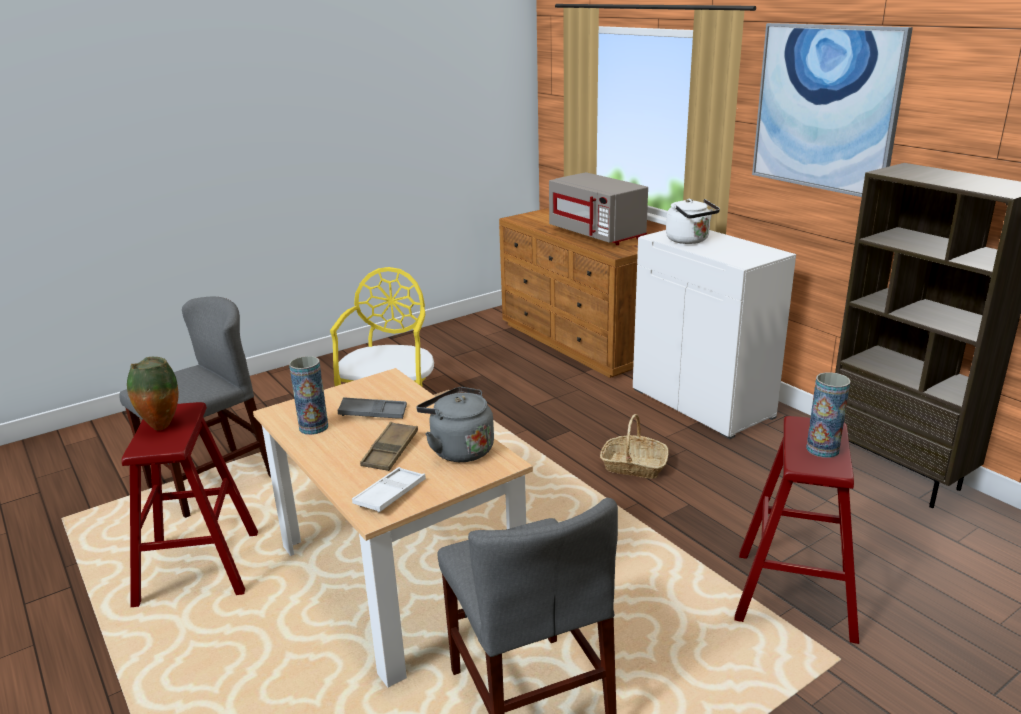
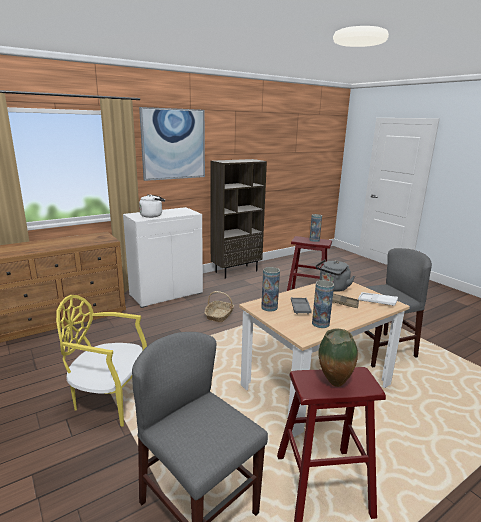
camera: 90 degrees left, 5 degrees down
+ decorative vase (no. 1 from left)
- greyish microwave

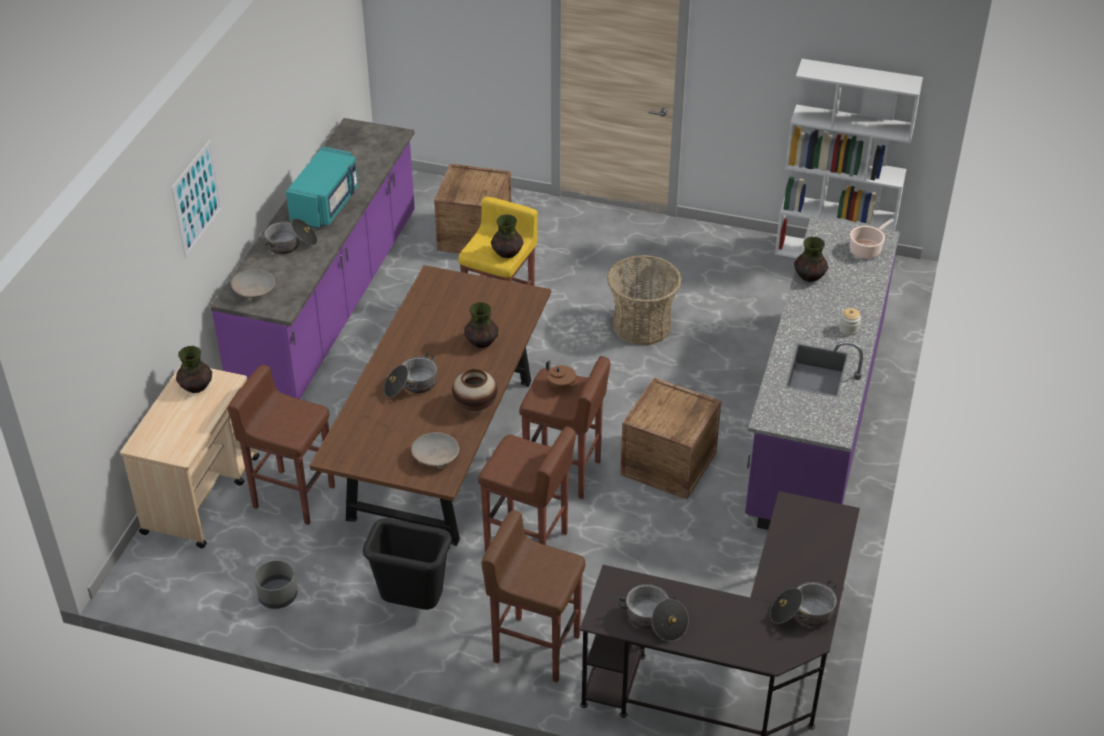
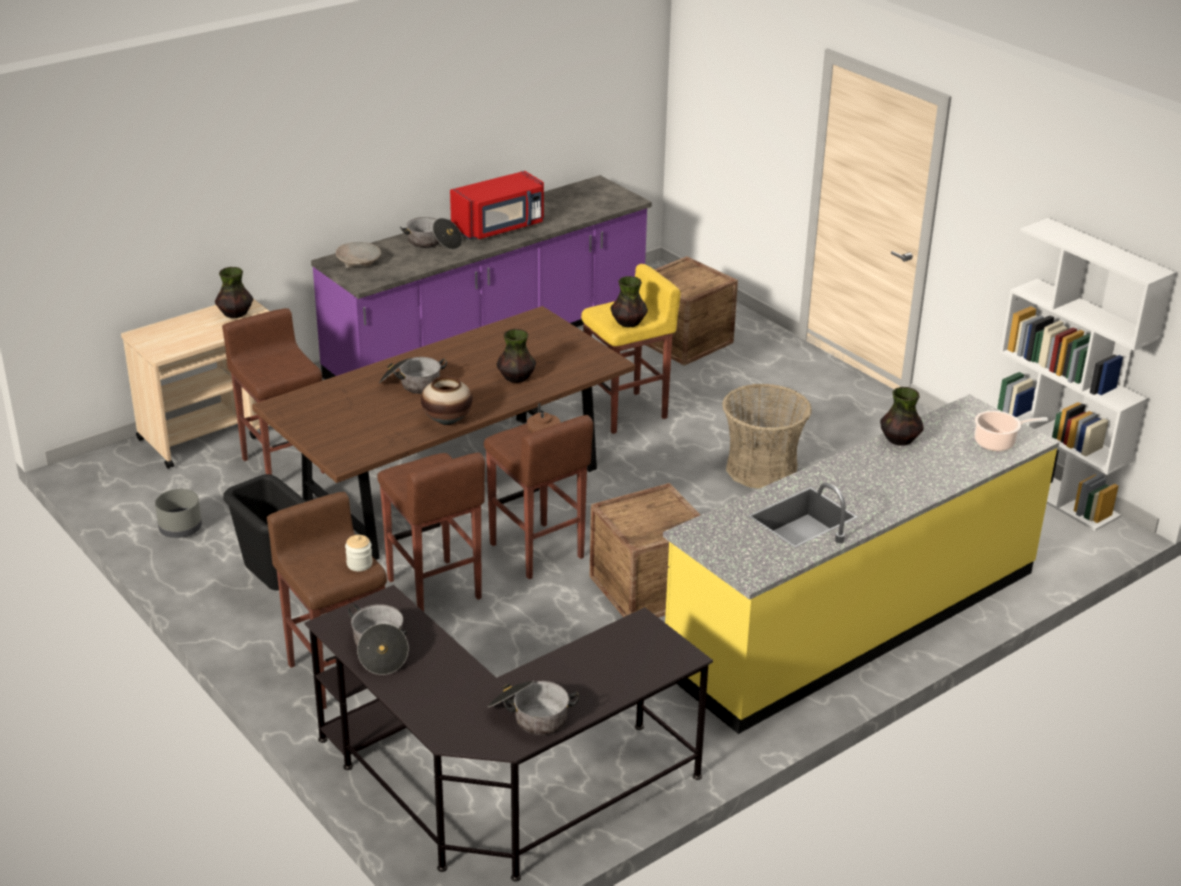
camera: 35 degrees right, 10 degrees down
~ preserve jar
~ turquoise-coloured microwave to red-coloured microwave
~ purple-coloured counter (no. 2 from left) to yellow counter
- wall picture
- sand-coloured serving bowl (no. 2 from left)

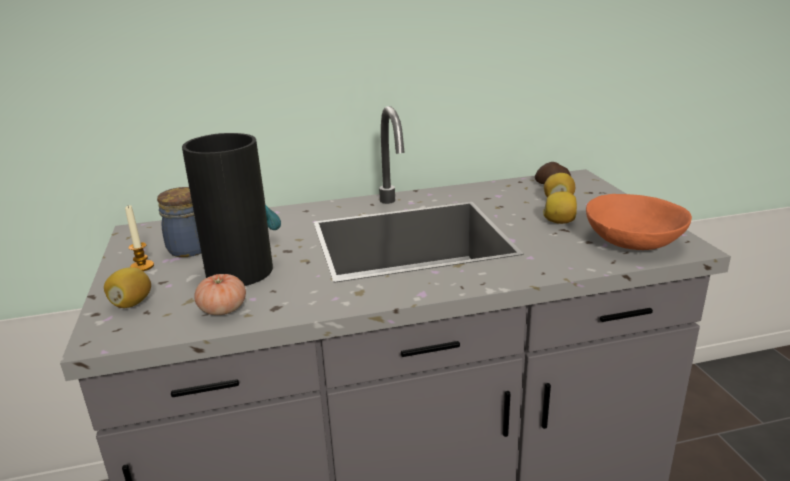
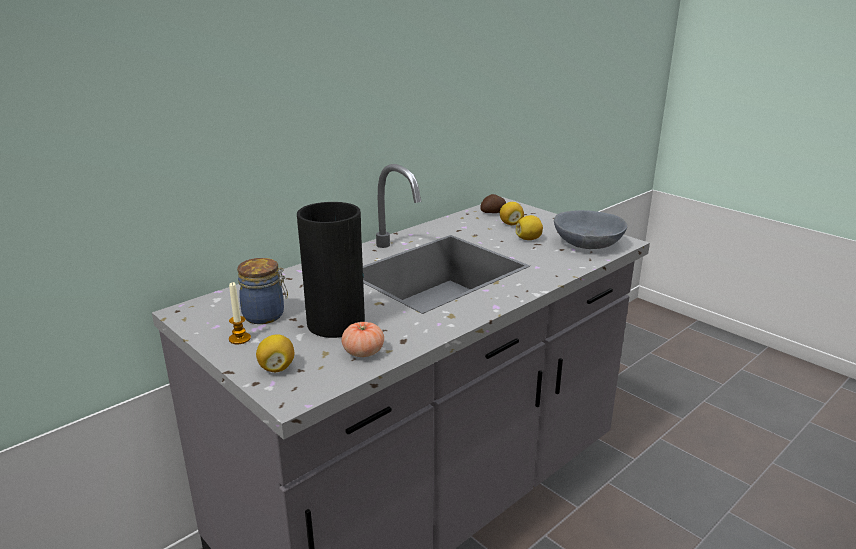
camera: 30 degrees left, 0 degrees up
~ orange-coloured serving bowl to greyish serving bowl

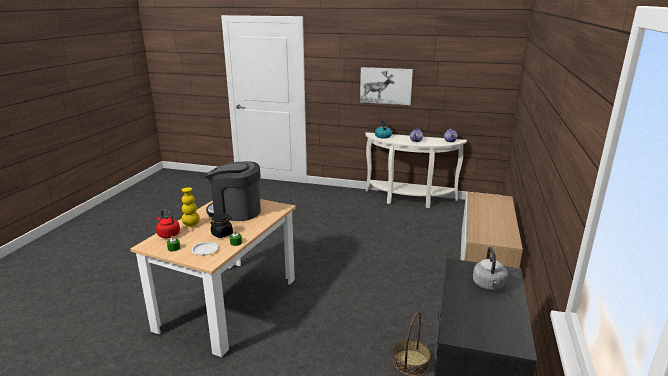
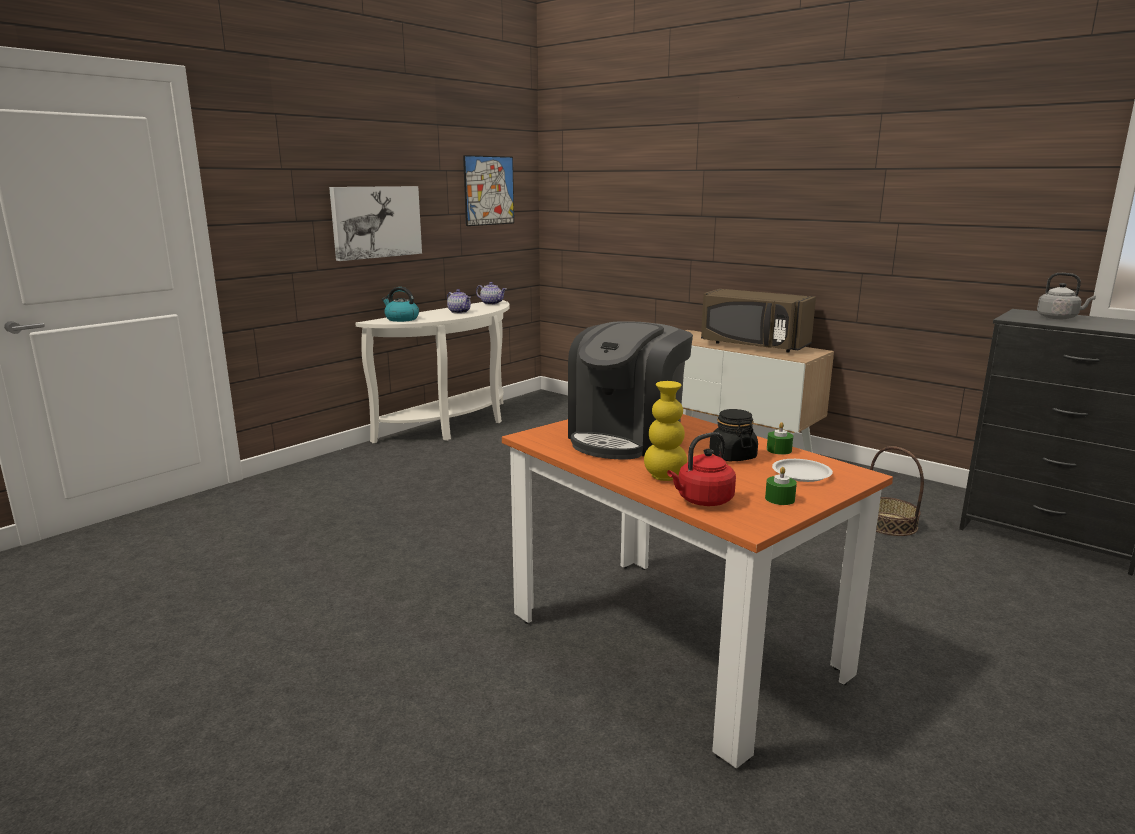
camera: 65 degrees left, 5 degrees down
+ wall picture (no. 2 from left)
~ sand-coloured dinner table to orange-coloured dinner table
+ brown microwave

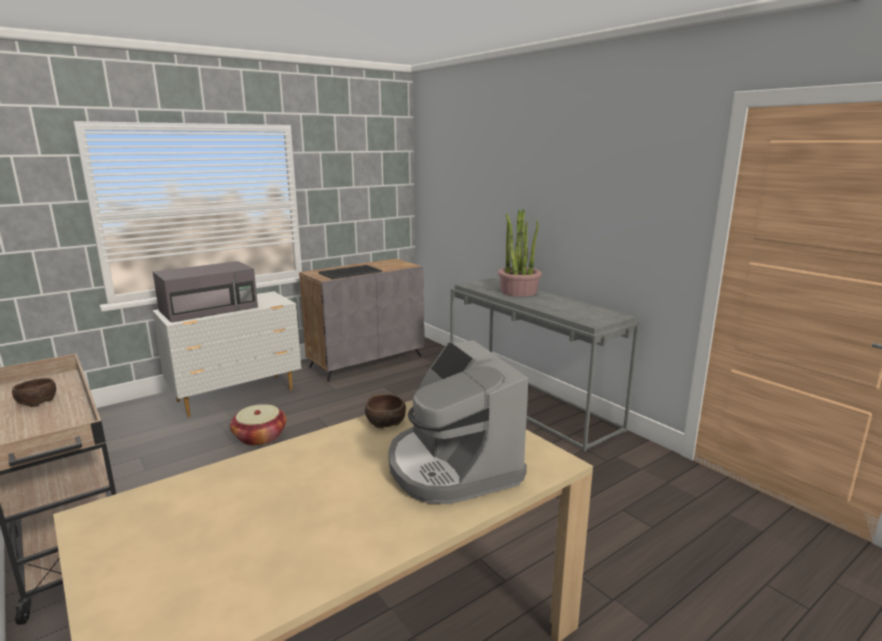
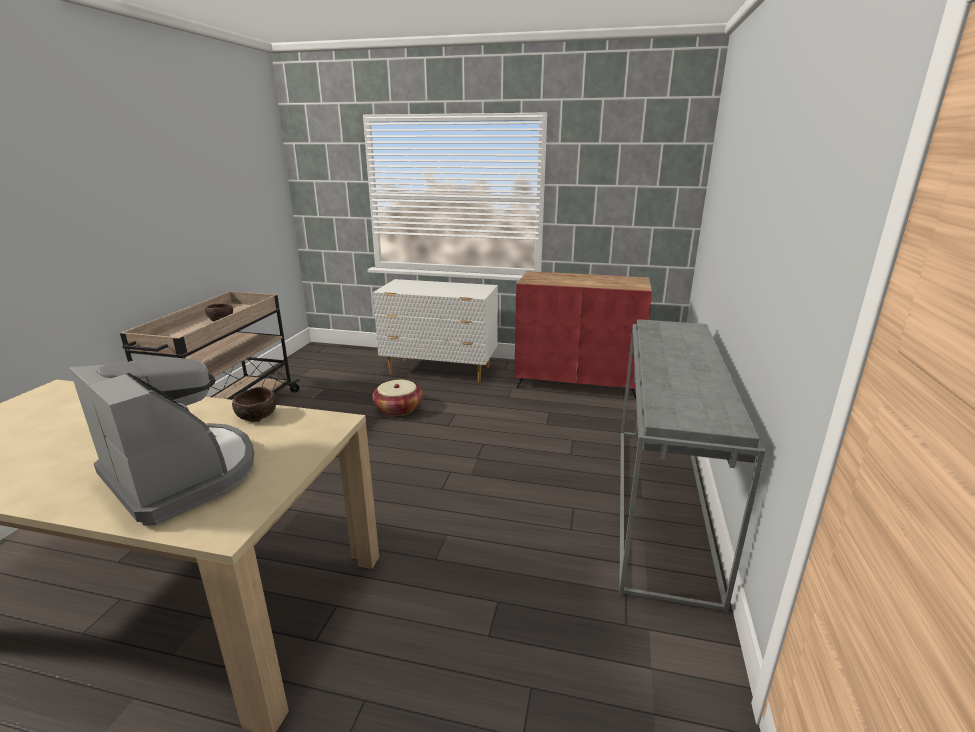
camera: 50 degrees right, 5 degrees up
~ coffee brewer 105 degrees clockwise
~ greyish cupboard to red-coloured cupboard
- greyish microwave
- carrying tray
- houseplant

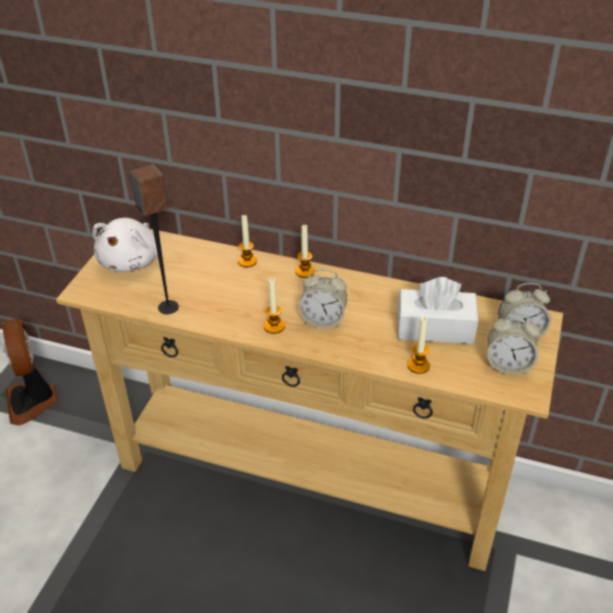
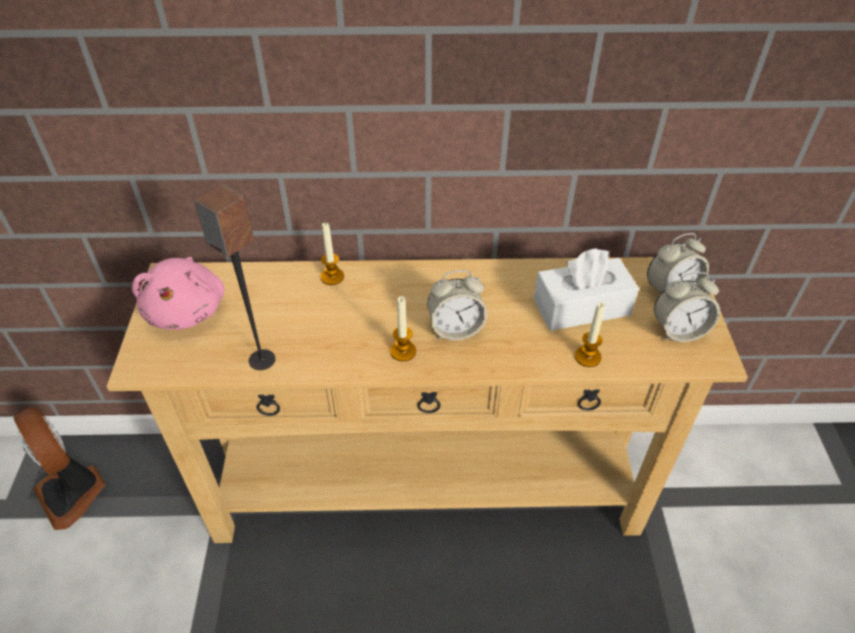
camera: 20 degrees left, 5 degrees up
~ white plush toy to pinkish plush toy
- candle (no. 3 from left)

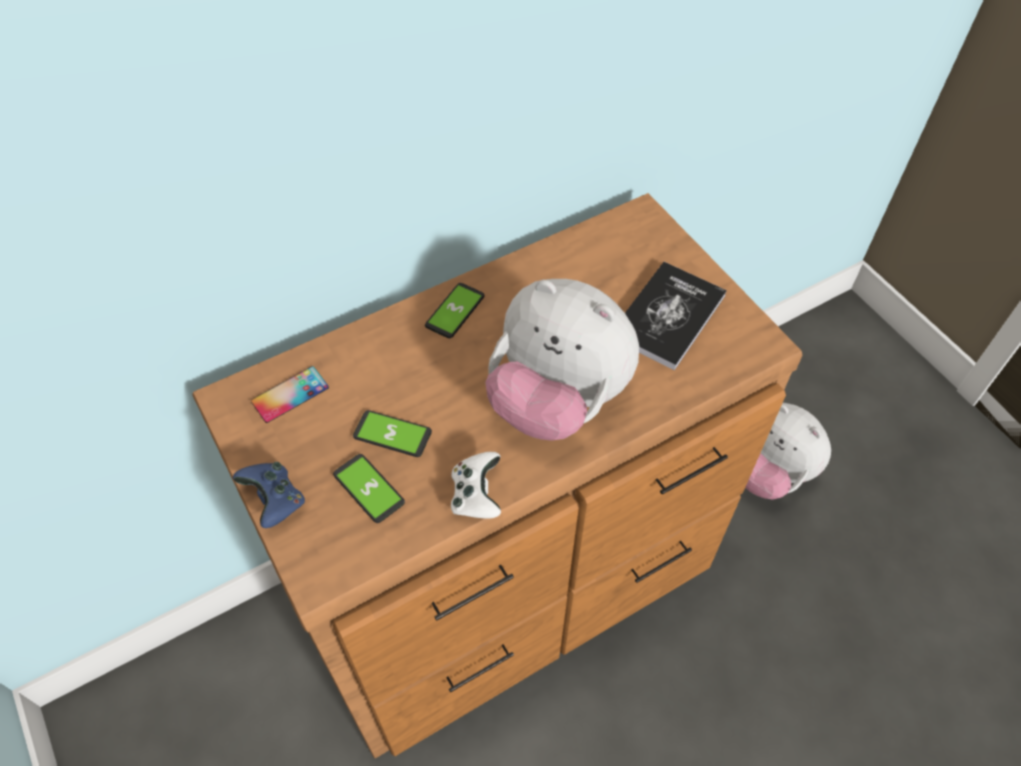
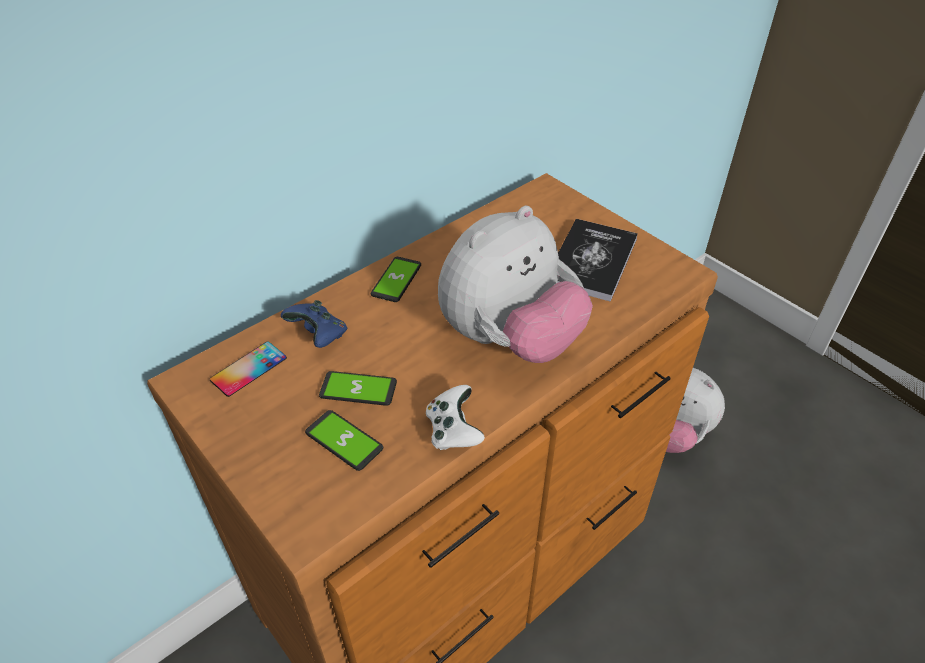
camera: 10 degrees left, 10 degrees down
~ bluish joypad
~ plush toy (no. 1 from left) 60 degrees counterclockwise

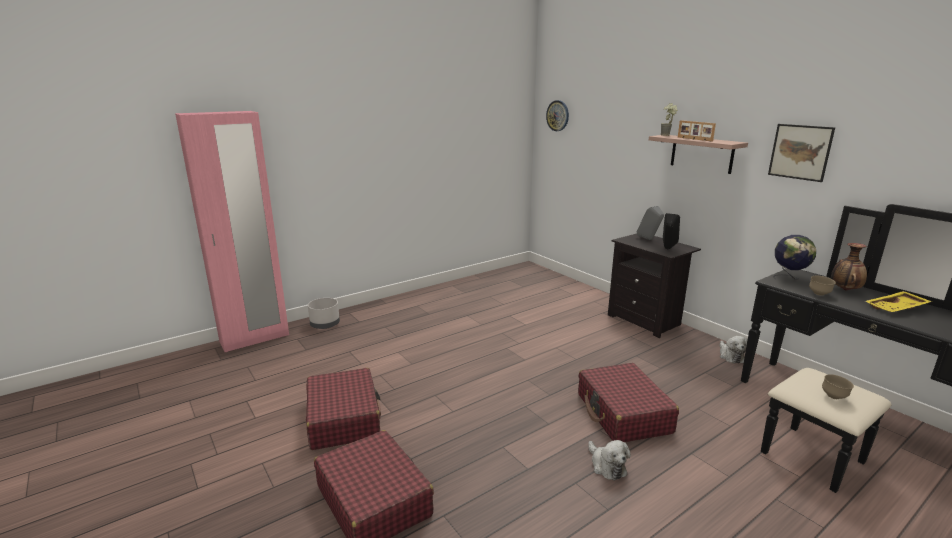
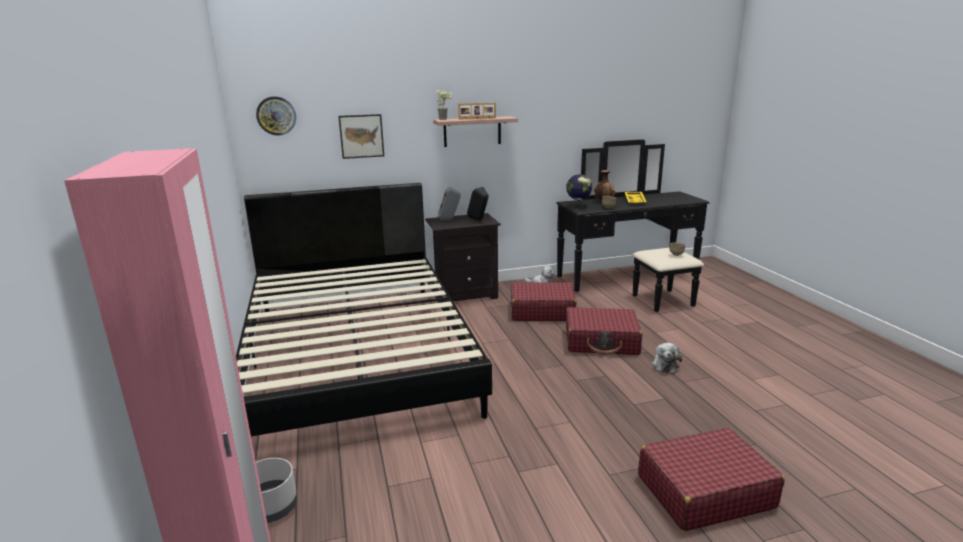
camera: 70 degrees left, 0 degrees up
+ blackish bed
~ wall picture
~ red-coloured suitcase (no. 1 from left)
~ plush toy (no. 1 from left in the first image) 105 degrees clockwise

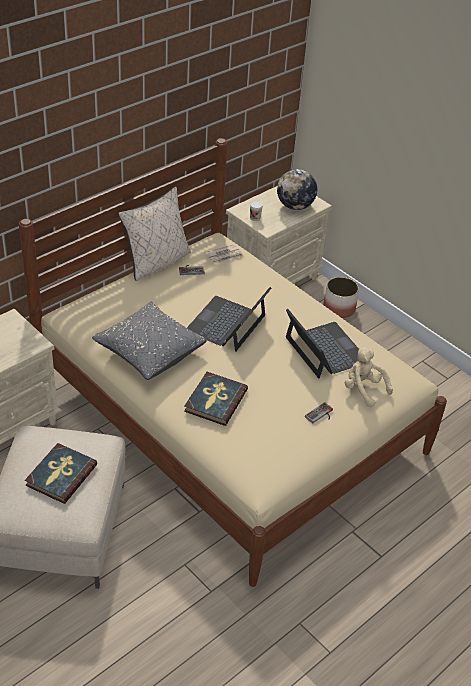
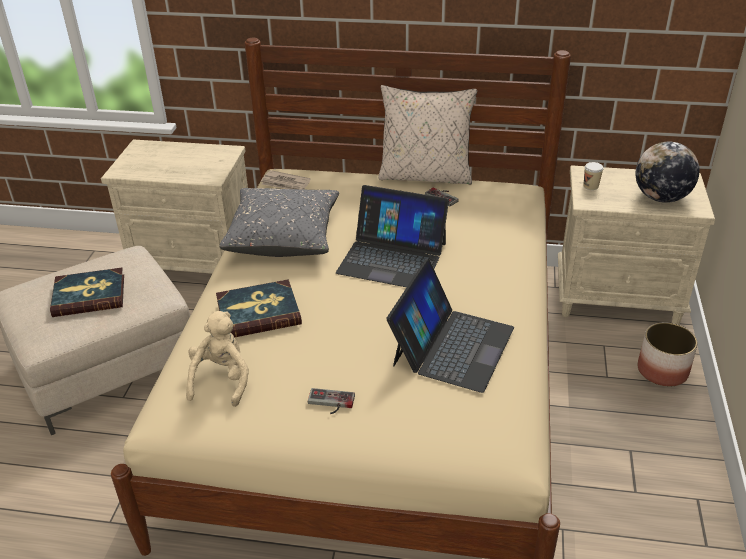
camera: 55 degrees right, 5 degrees down
~ sand-coloured plush toy
~ daily paper
~ laptop (no. 1 from left) 150 degrees counterclockwise

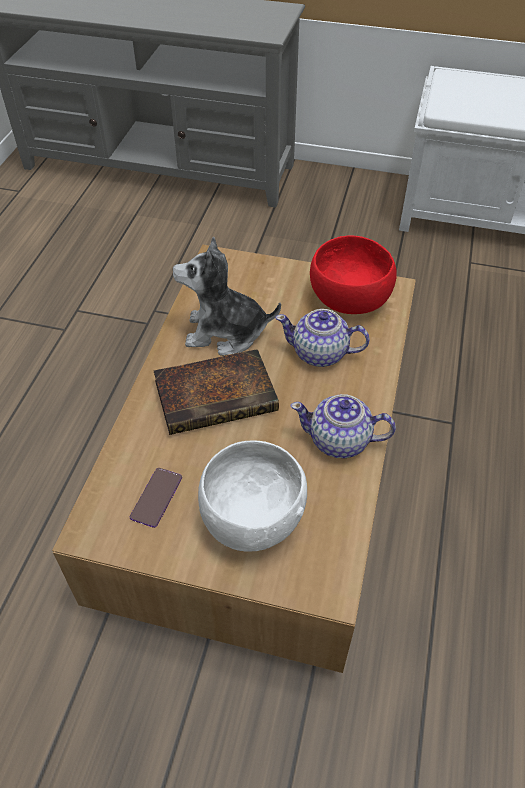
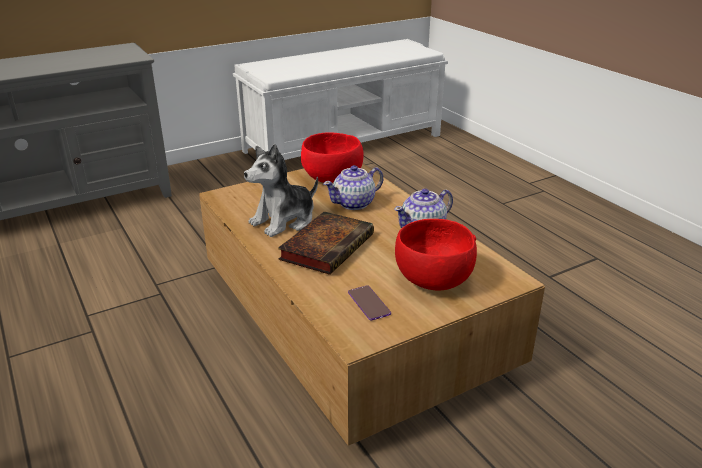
camera: 45 degrees left, 20 degrees down
~ white serving bowl to red-coloured serving bowl (no. 2 from left)

